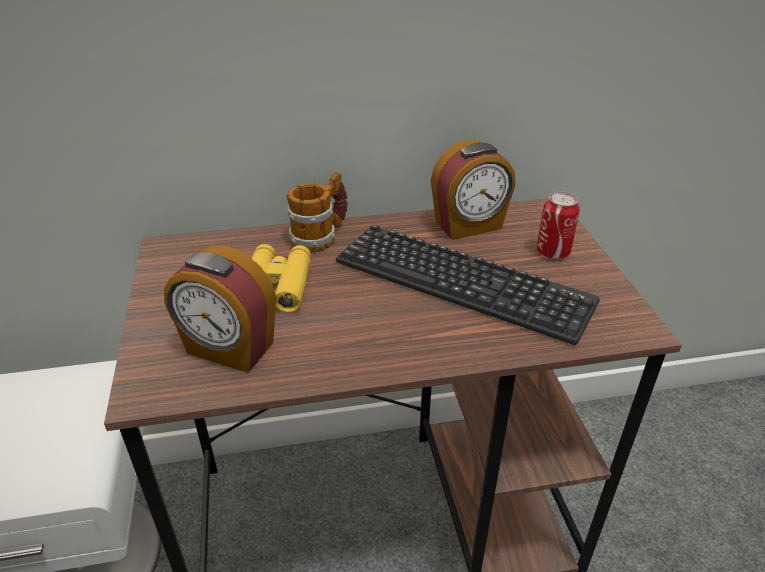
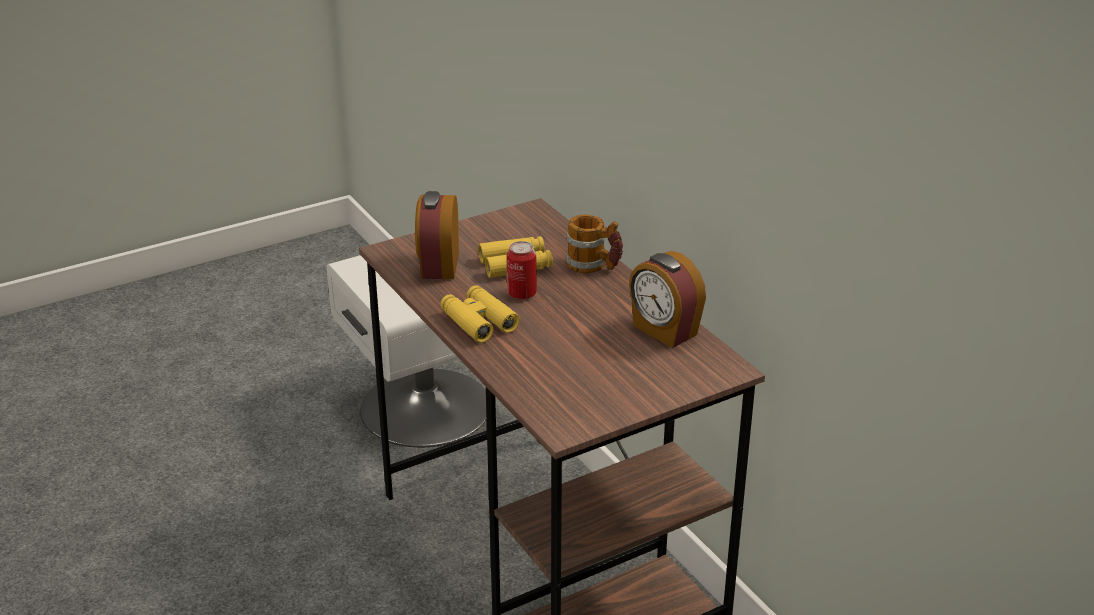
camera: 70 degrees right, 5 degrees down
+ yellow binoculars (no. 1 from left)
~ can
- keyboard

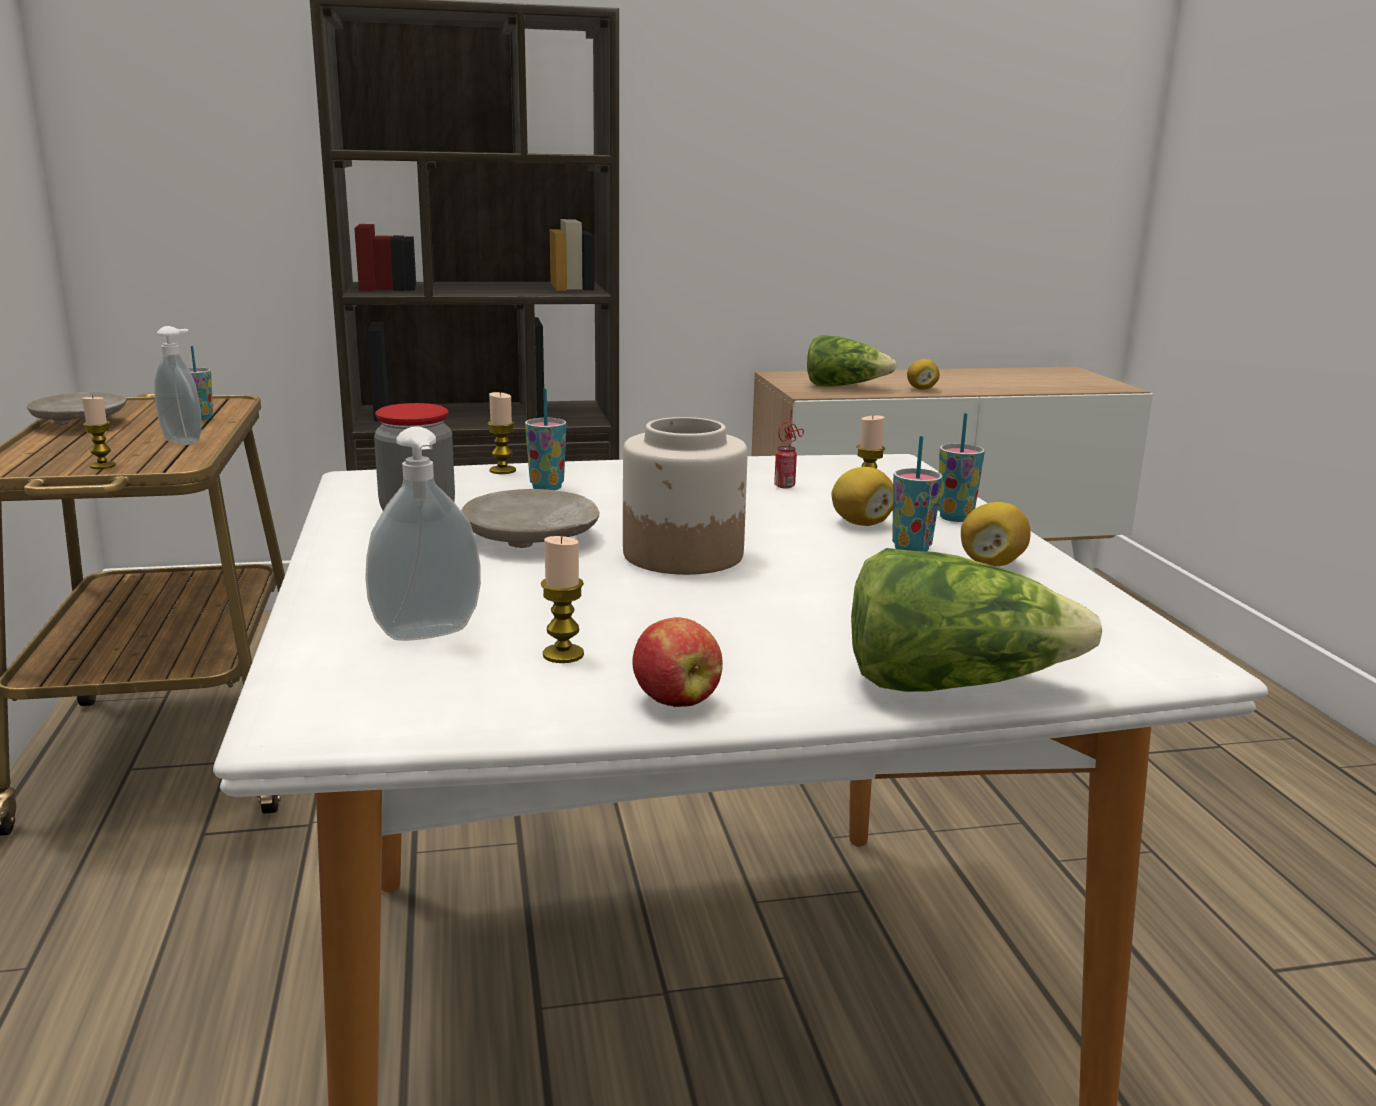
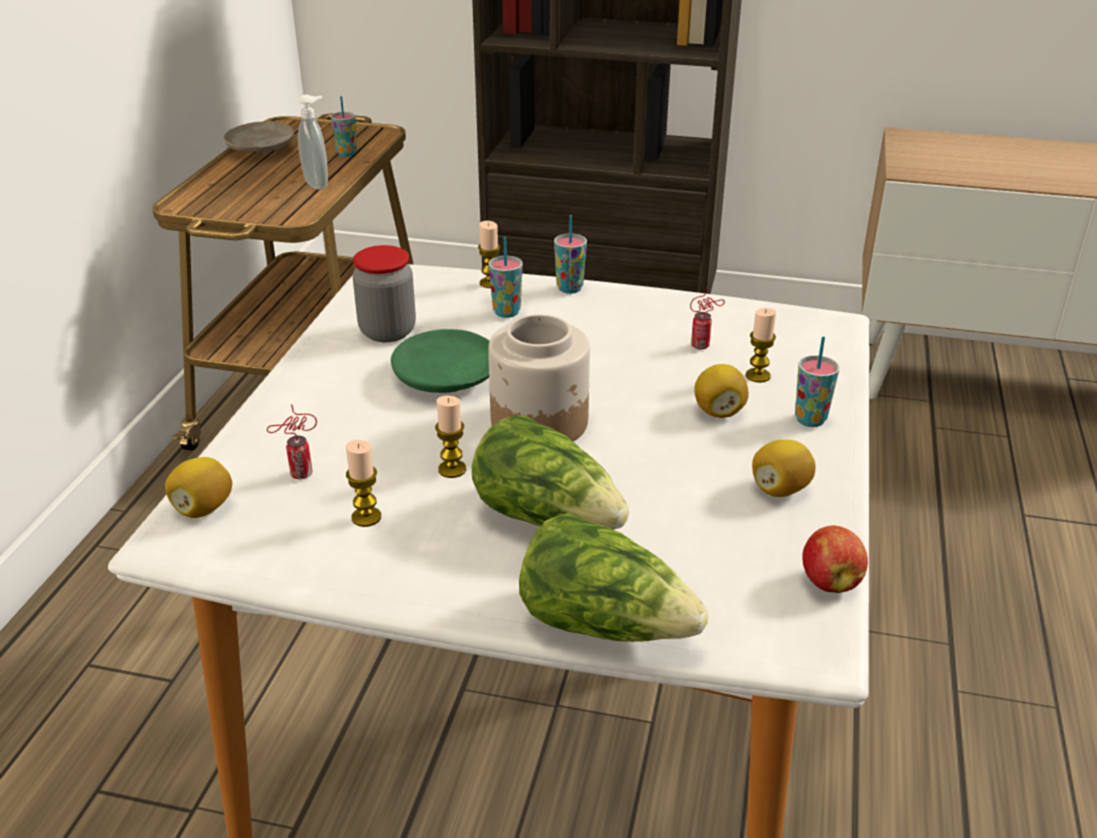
camera: 25 degrees right, 15 degrees up
~ citrus fruit (no. 2 from left in the first image) to citrus fruit (no. 1 from left)
~ soap bottle (no. 2 from left) to can (no. 1 from left)
~ sand-coloured flat dish (no. 2 from left) to green-coloured flat dish
~ candle (no. 1 from left in the first image) to candle (no. 2 from left)
~ lettuce (no. 1 from left)
~ small cup (no. 3 from left)
~ whole apple

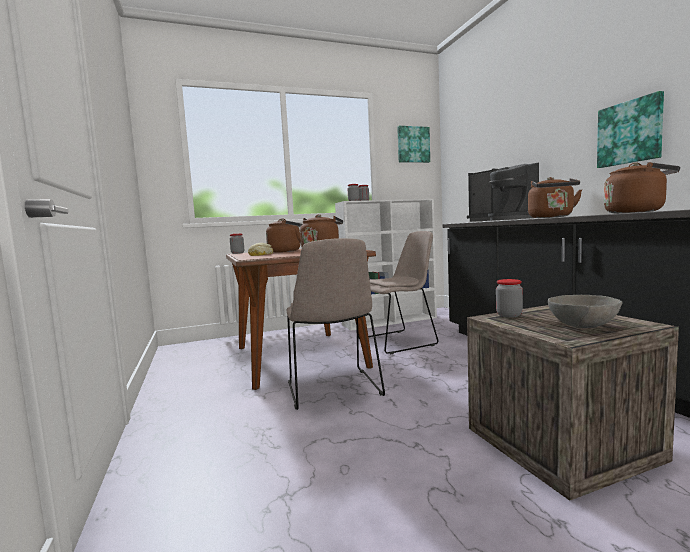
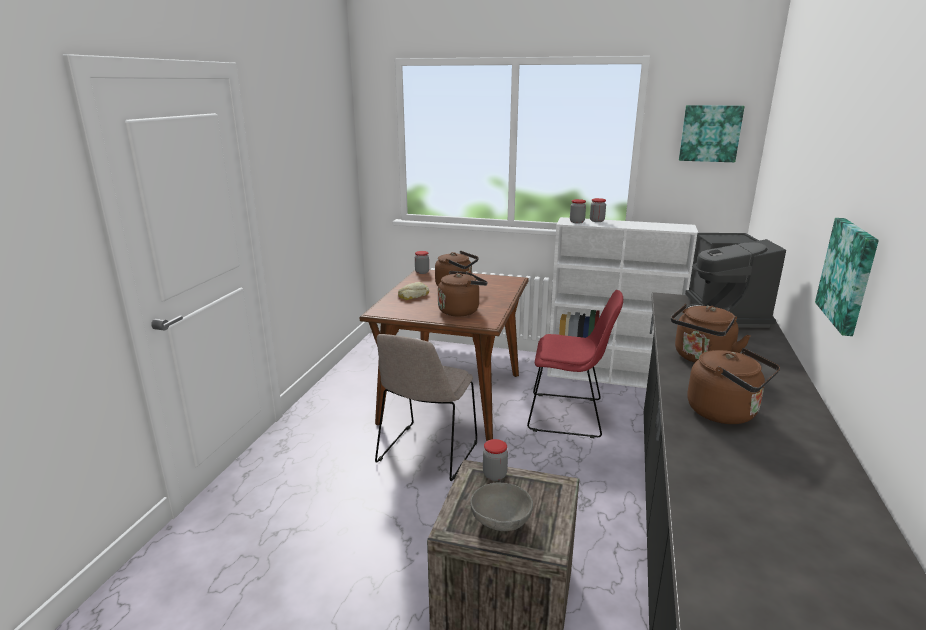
camera: 35 degrees right, 15 degrees up
~ sand-coloured upright chair (no. 2 from left) to red-coloured upright chair

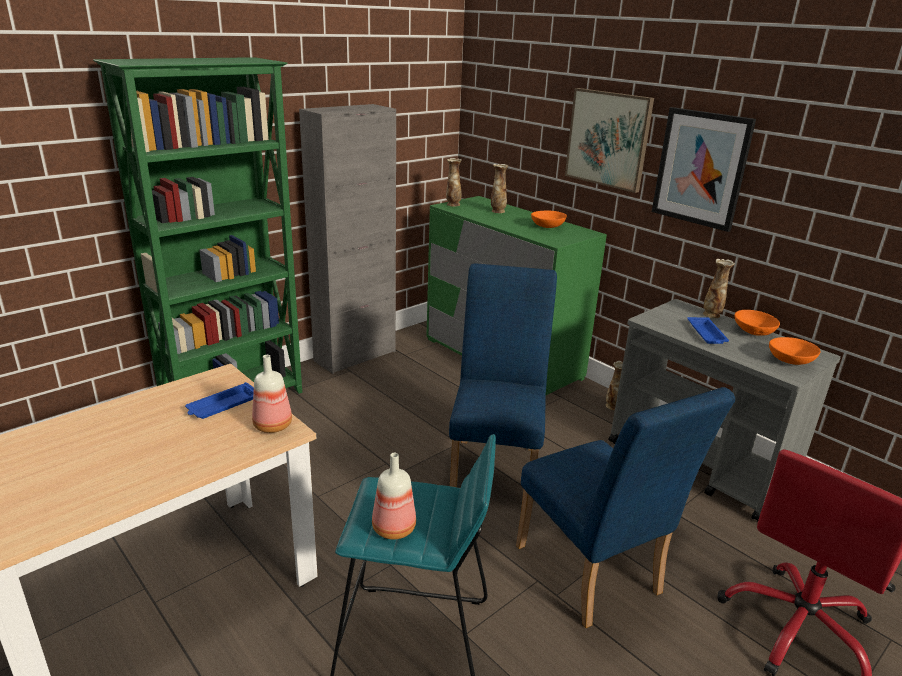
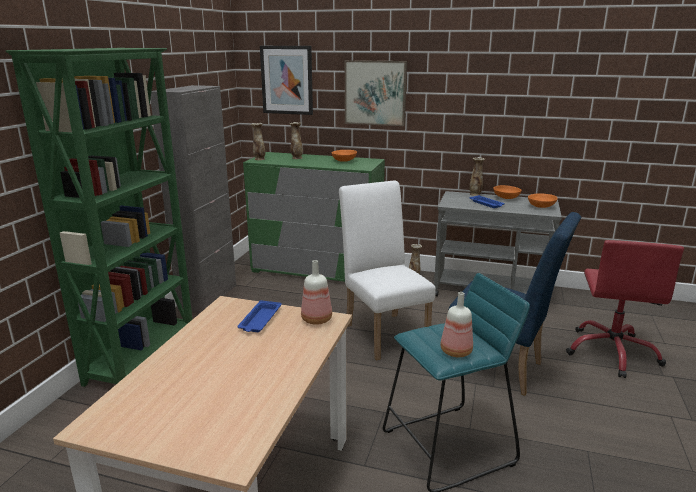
camera: 30 degrees left, 5 degrees down
~ wall picture (no. 2 from left in the first image) to wall picture (no. 1 from left)
~ bluish upright chair (no. 1 from left) to white upright chair

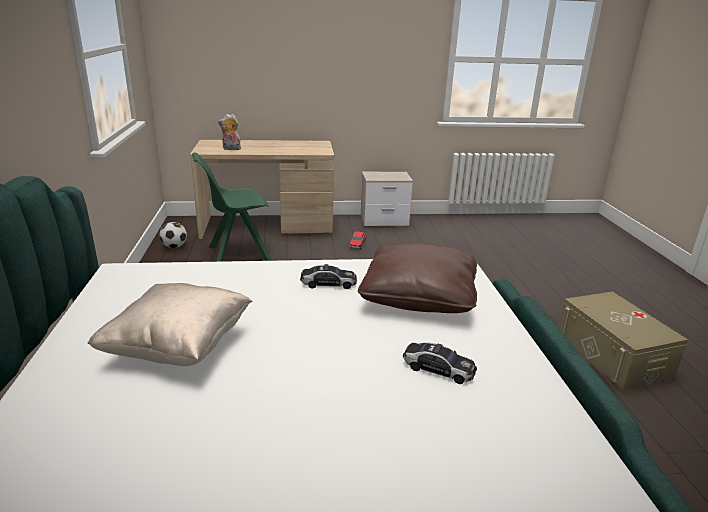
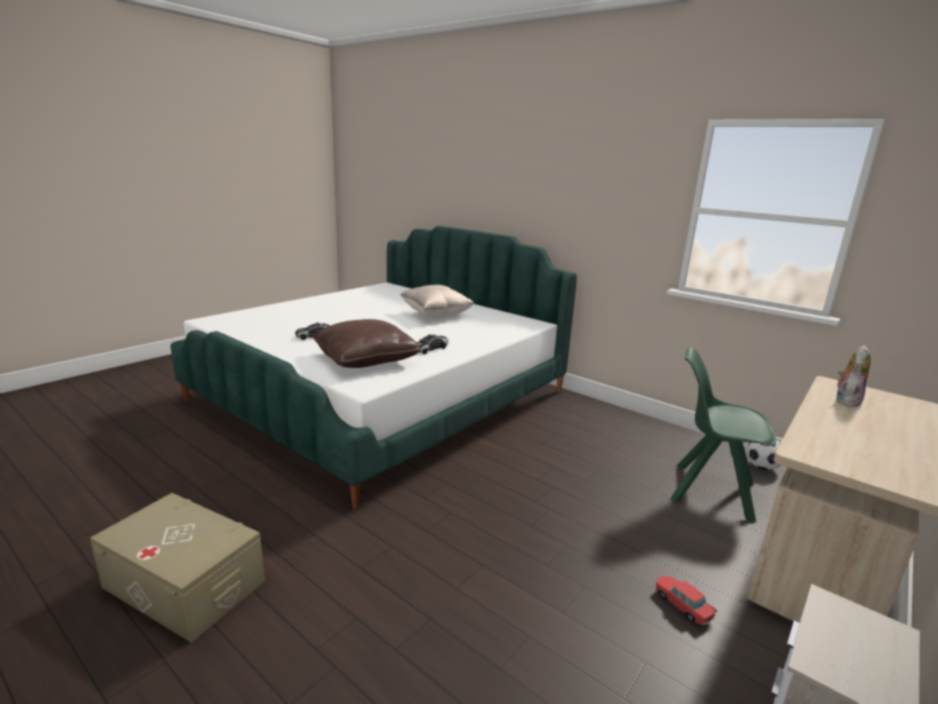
camera: 135 degrees right, 5 degrees down
~ green-coloured upright chair 90 degrees counterclockwise

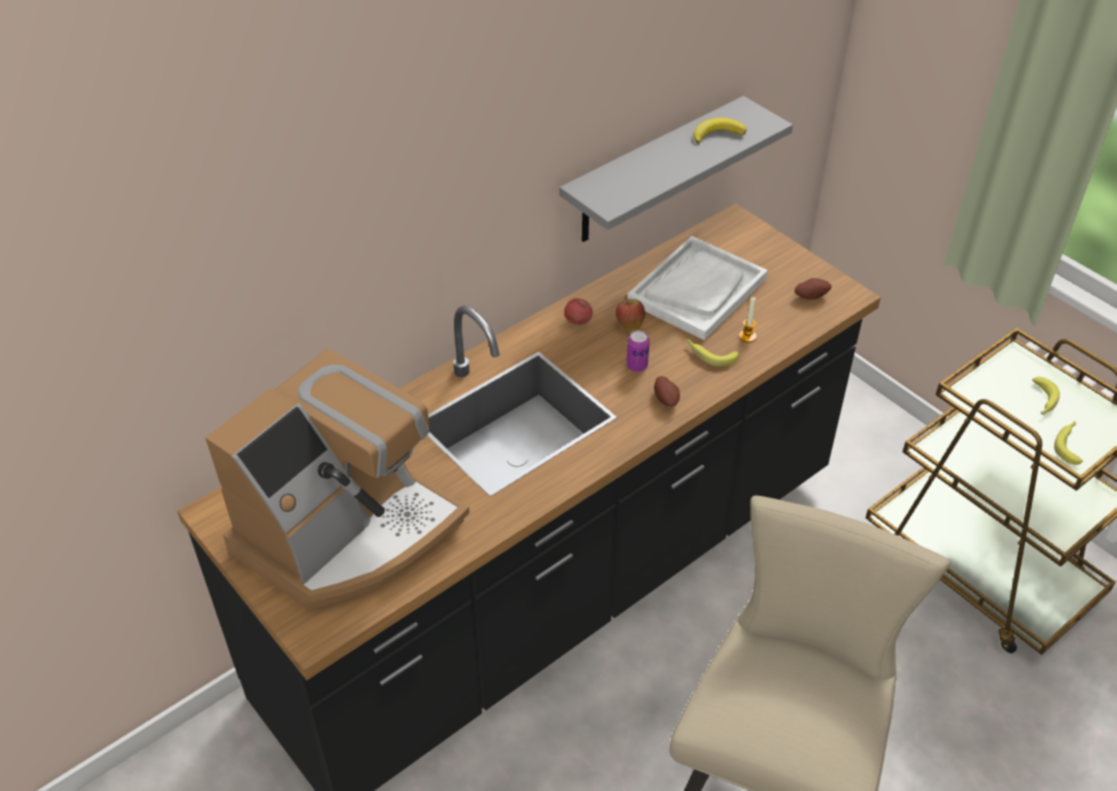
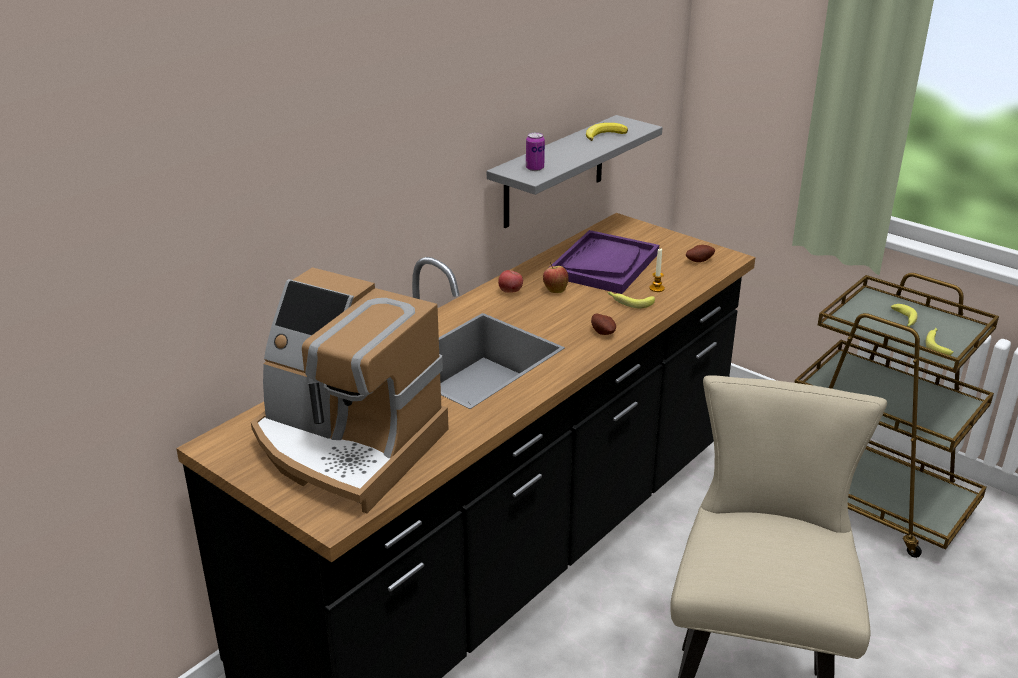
camera: 10 degrees left, 15 degrees down
~ coffee brewer 90 degrees clockwise
~ can
~ white carrying tray to purple-coloured carrying tray

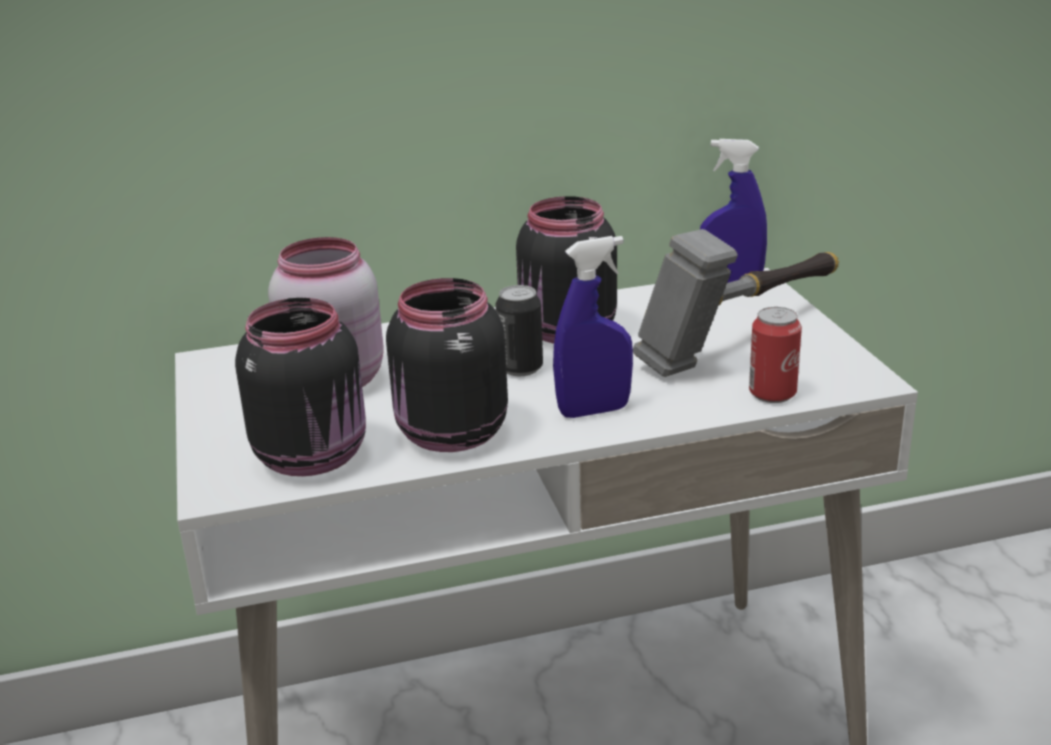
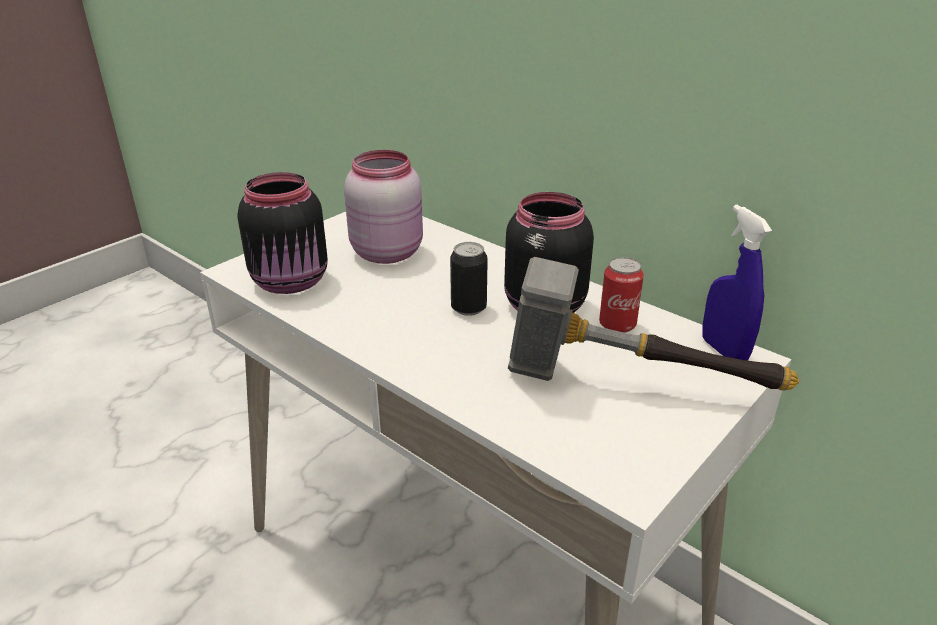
camera: 55 degrees right, 5 degrees up
~ can (no. 2 from left)
- blackish preserve jar (no. 2 from left)
- bluish hand sprayer (no. 1 from left)

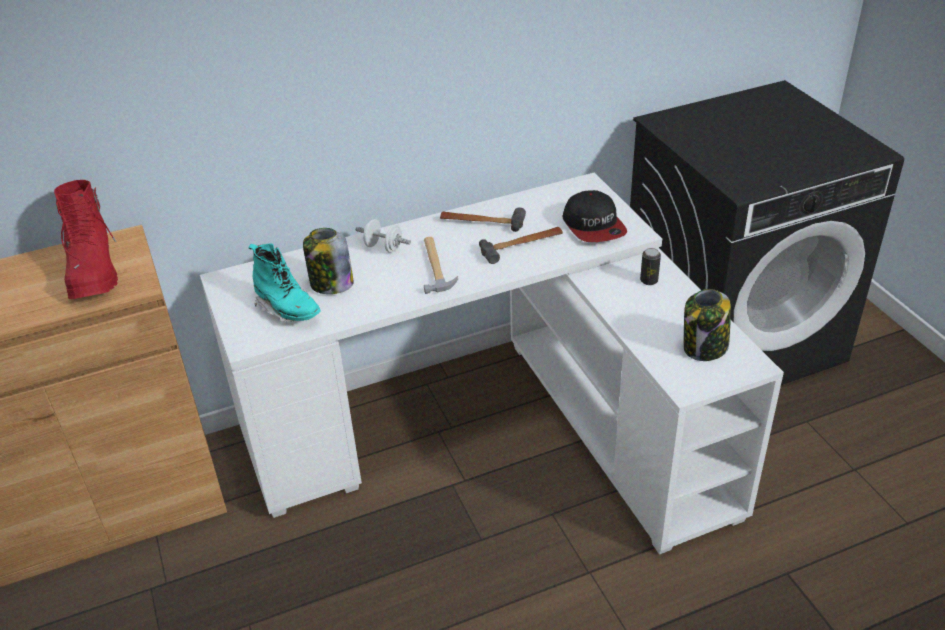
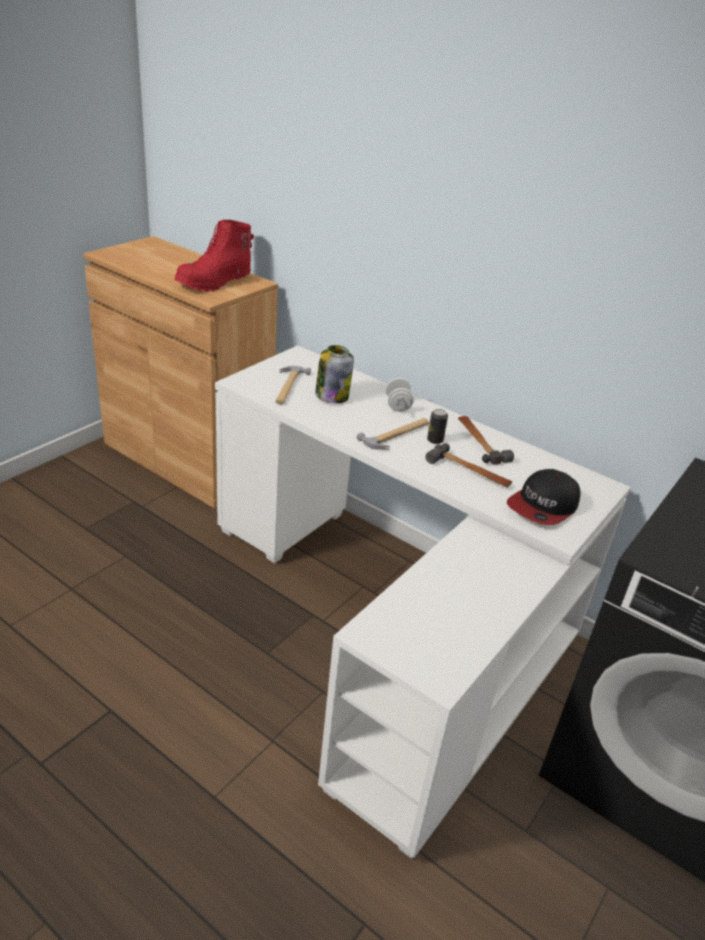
camera: 55 degrees right, 5 degrees down
~ turquoise-coloured boot to tool hammer (no. 1 from left)
~ can
- preserve jar (no. 2 from left)

